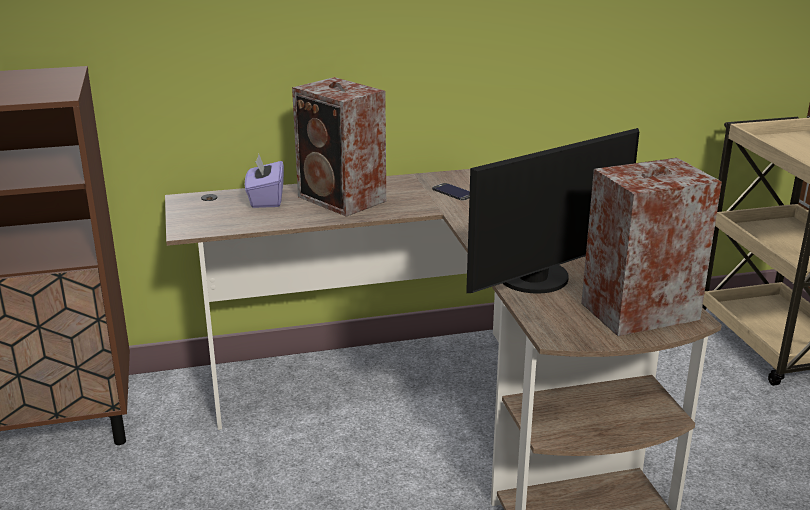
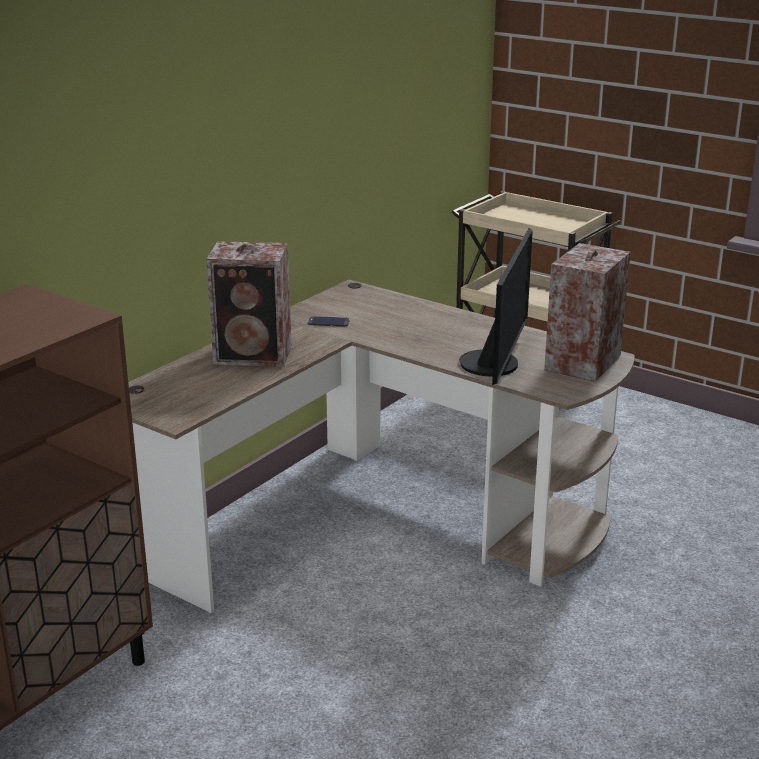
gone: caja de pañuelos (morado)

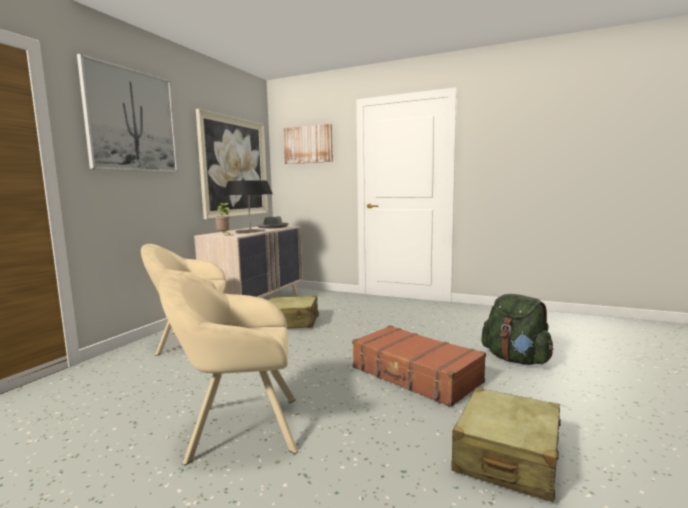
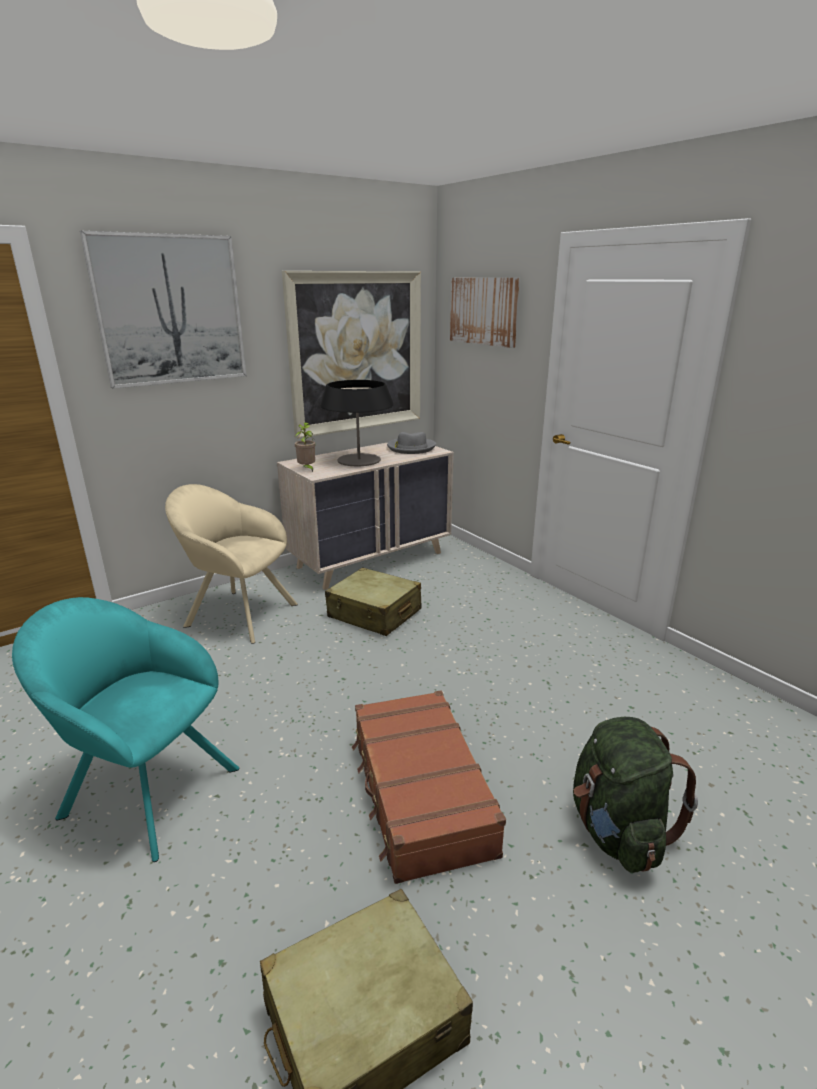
repainted: sillón (beis) (no. 2 from left) to sillón (turquesa)

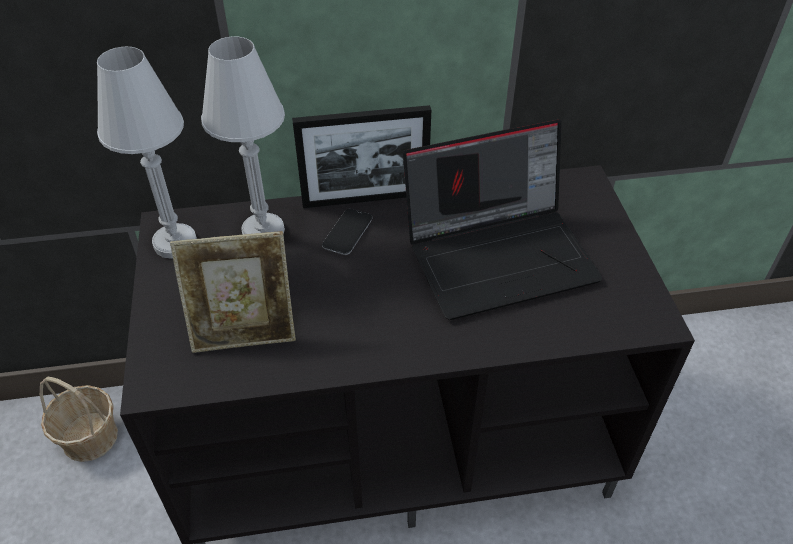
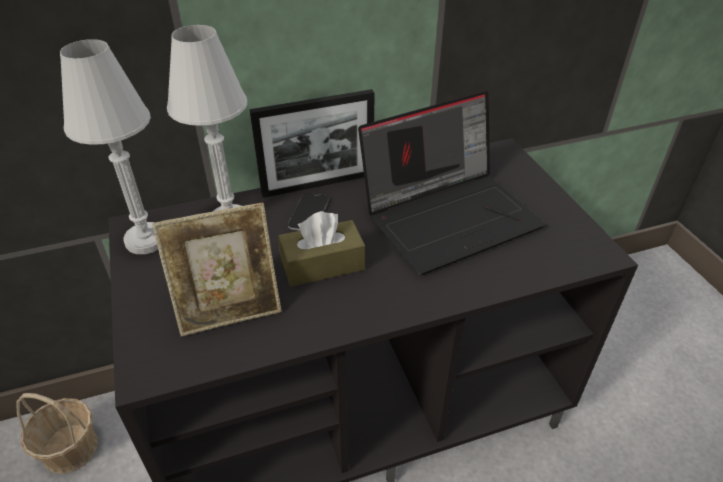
new: caja de pañuelos (marrón)

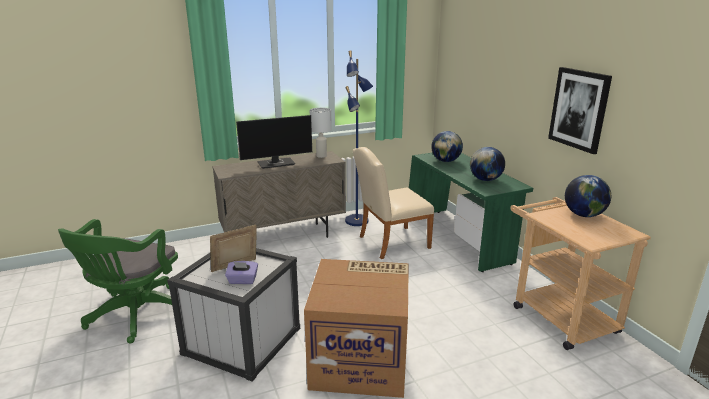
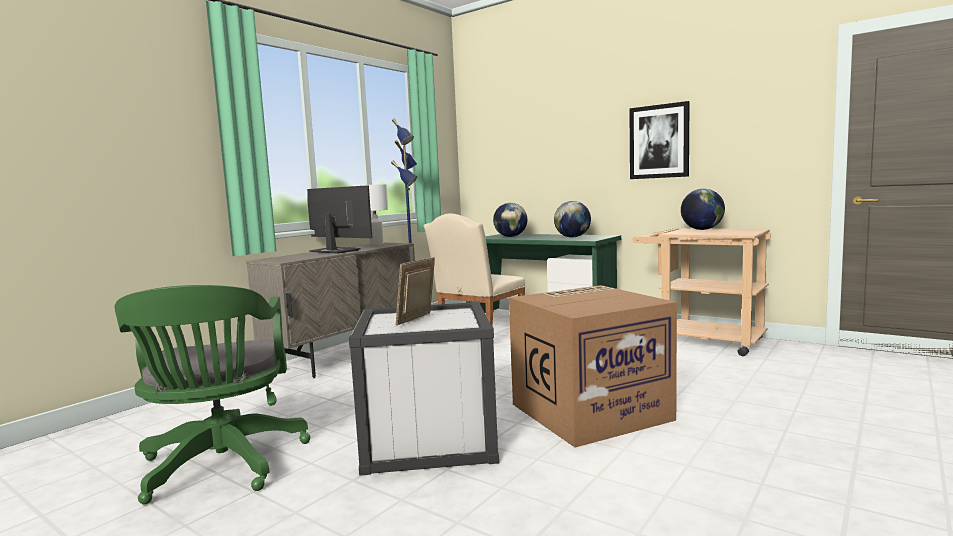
gone: caja de pañuelos (morado)
rotated: monitor 90 degrees counterclockwise

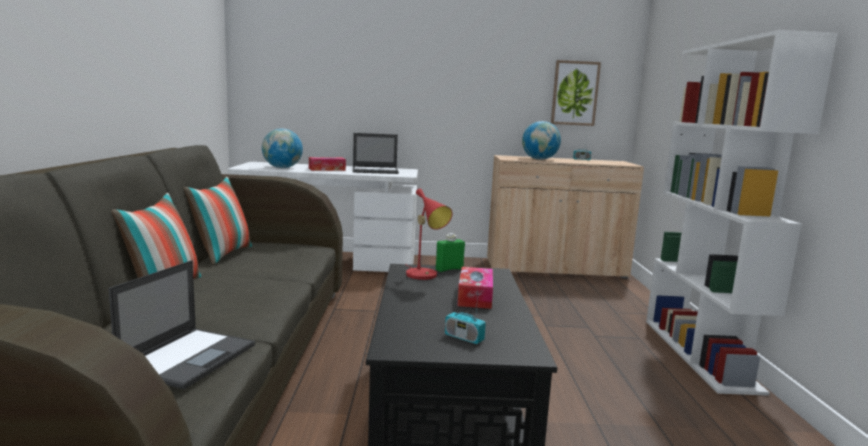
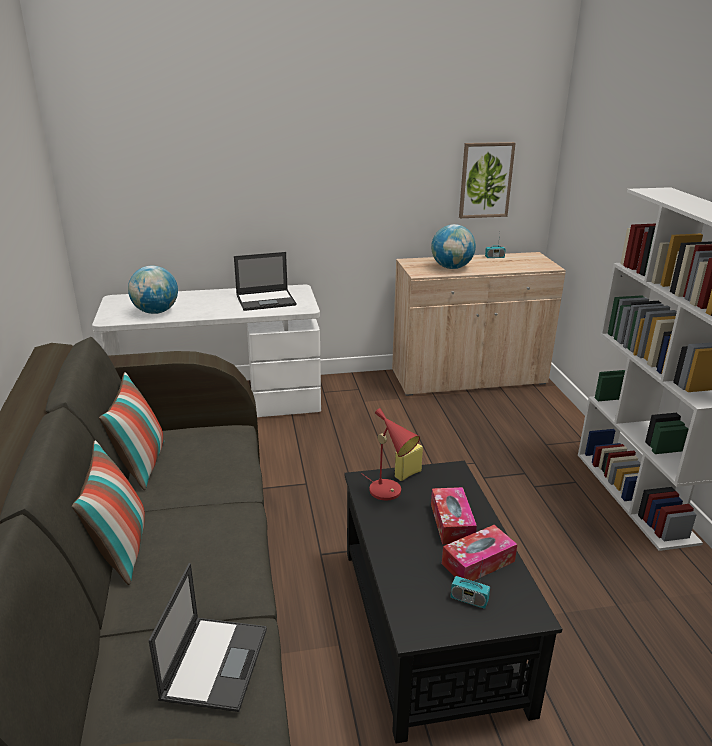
shifted: caja de pañuelos (no. 1 from left in the first image) to caja de pañuelos (no. 2 from left)
repainted: botella (verde) to botella (amarillo)

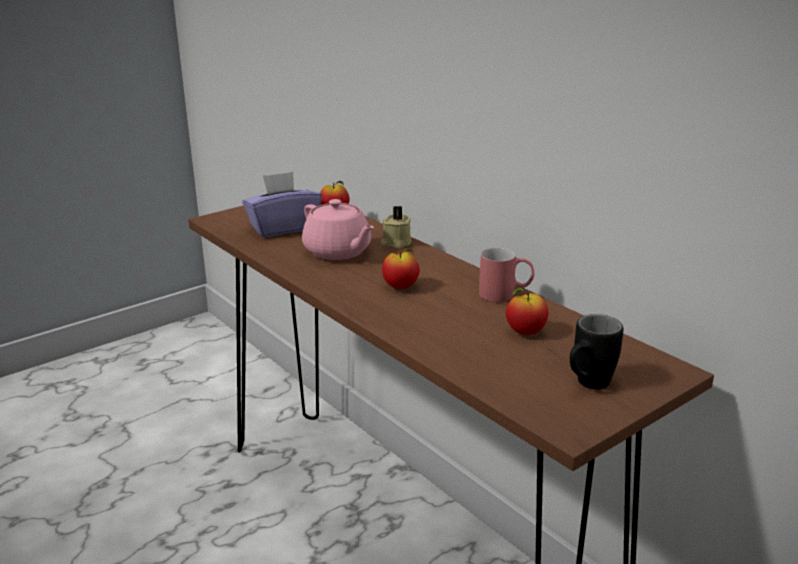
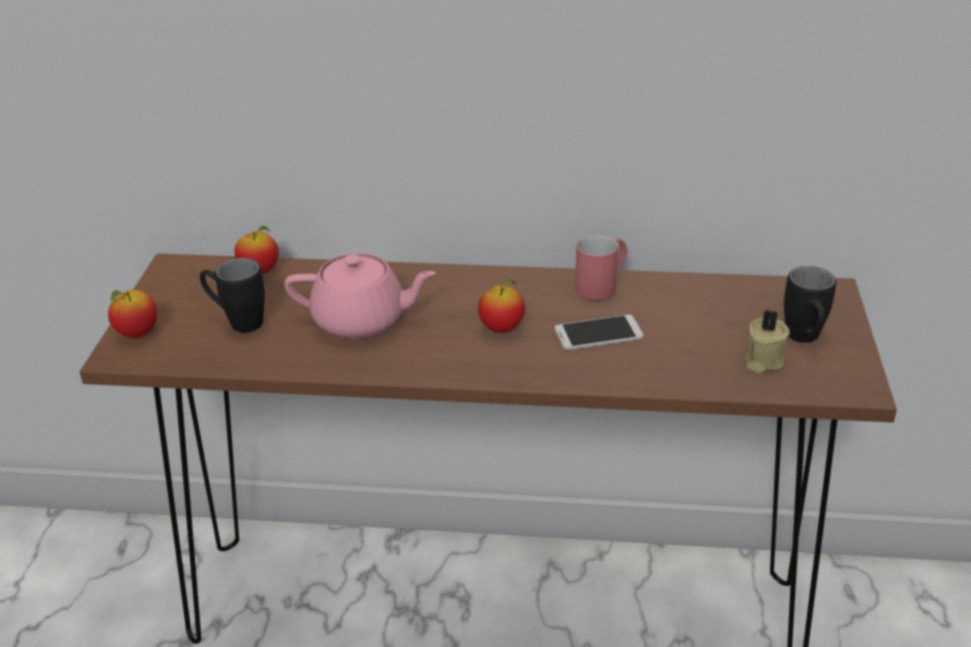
new: móvil
shifted: vela (beis); manzana (no. 3 from left in the first image) to manzana (no. 1 from left)
swapped: caja de pañuelos (morado) to taza grande (negro) (no. 1 from left)

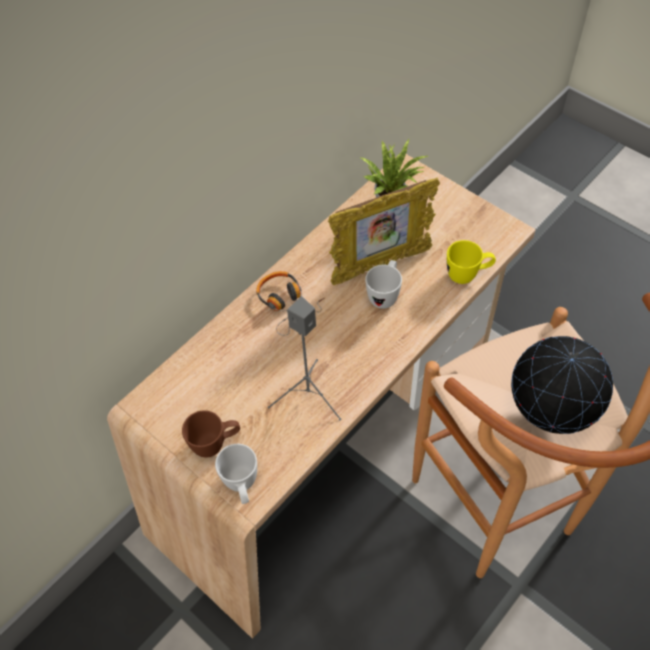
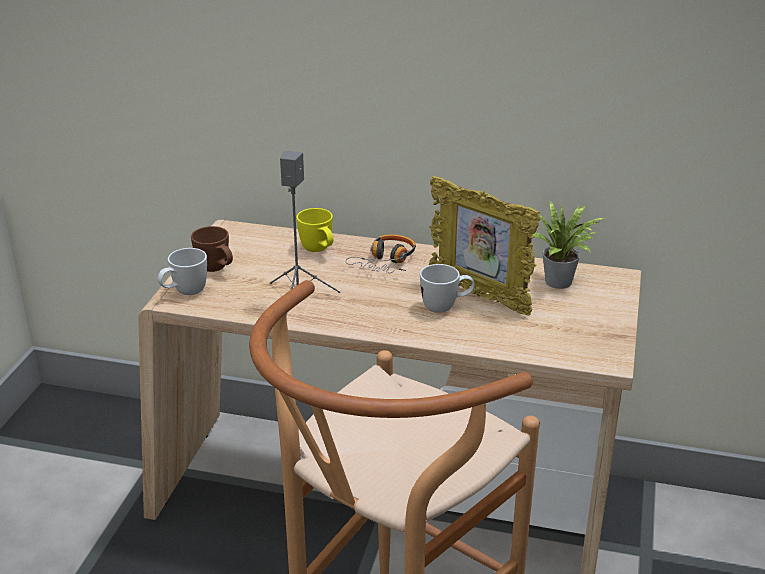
gone: globo terráqueo
shifted: taza grande (amarillo)

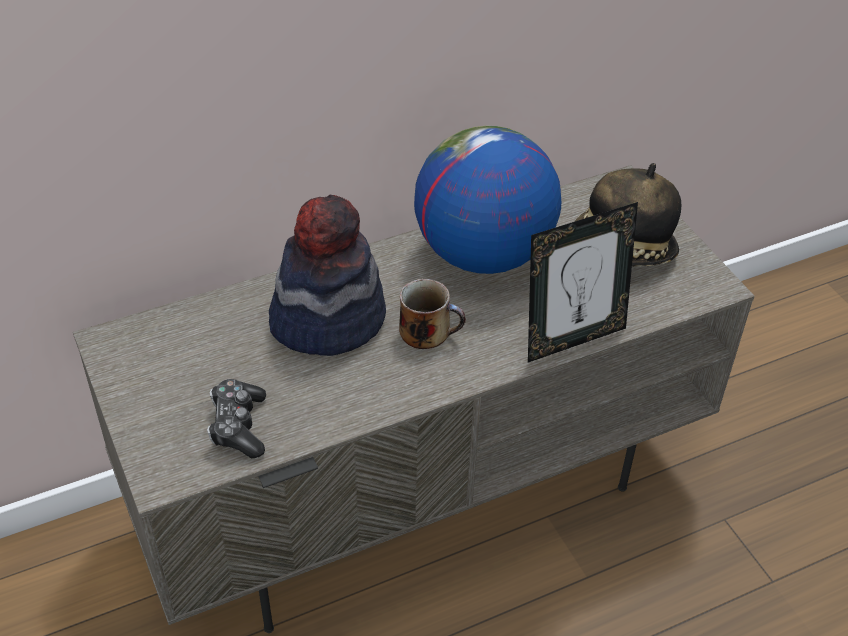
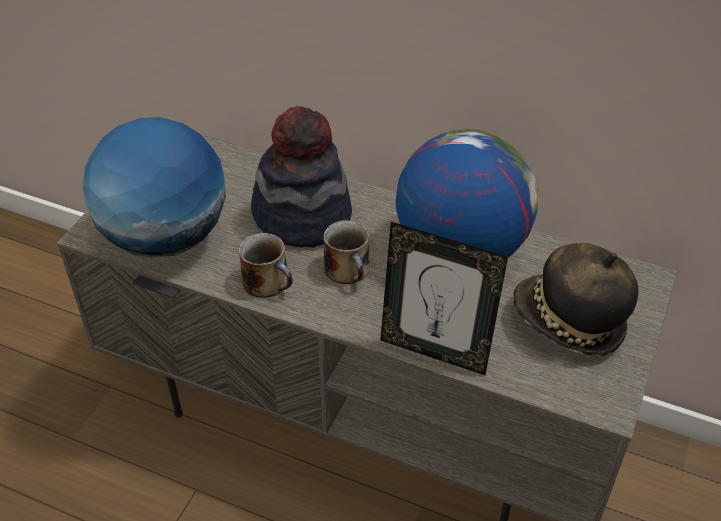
new: taza grande (no. 1 from left)
swapped: mando de consola to globo terráqueo (no. 1 from left)

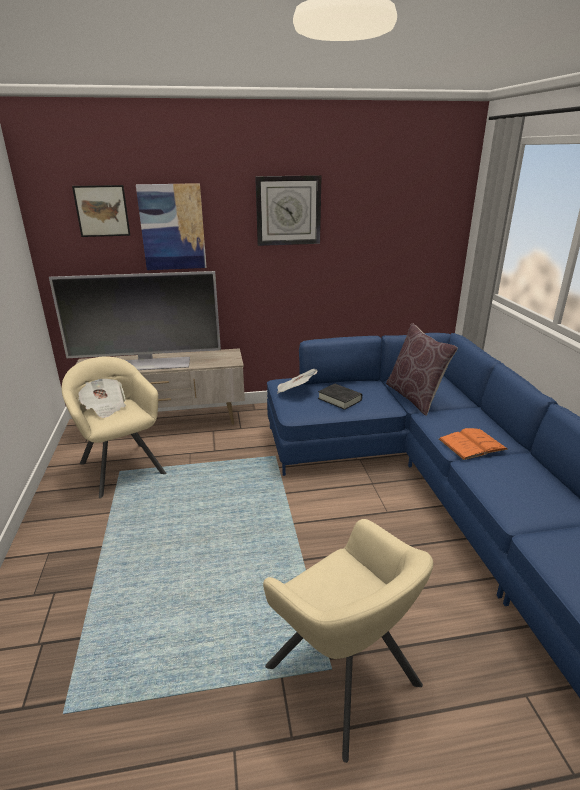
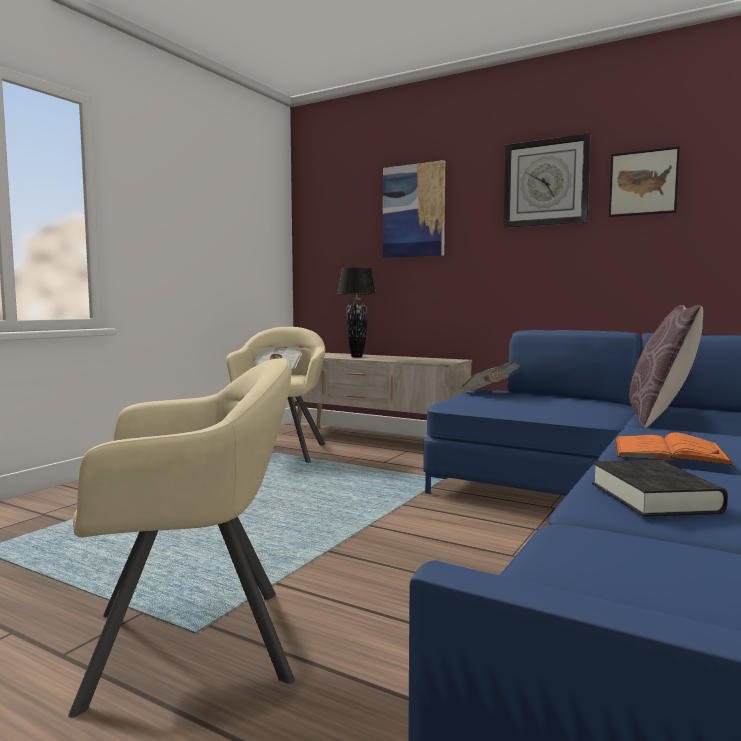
shifted: cuadro (no. 1 from left in the first image) to cuadro (no. 2 from left); libro (negro)
swapped: televisor to lámpara de mesa (negro)
rotated: sillón (beis) (no. 2 from left in the first image) 105 degrees counterclockwise

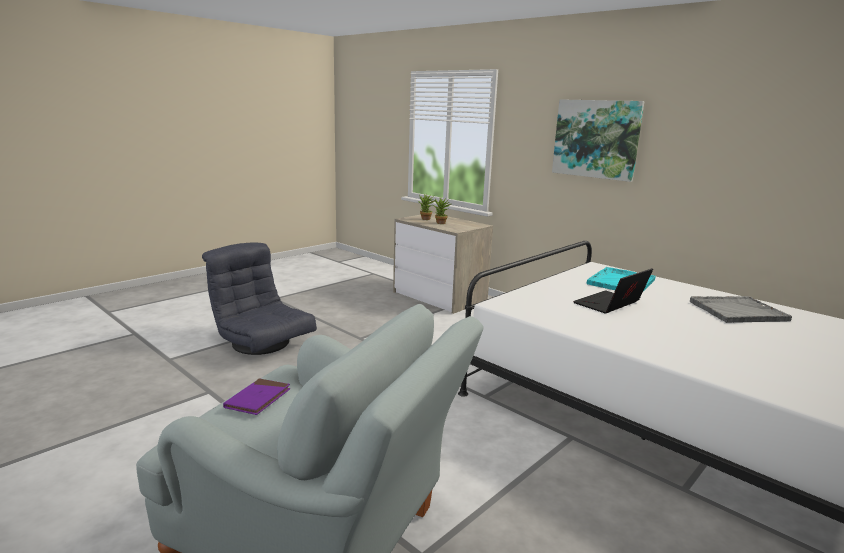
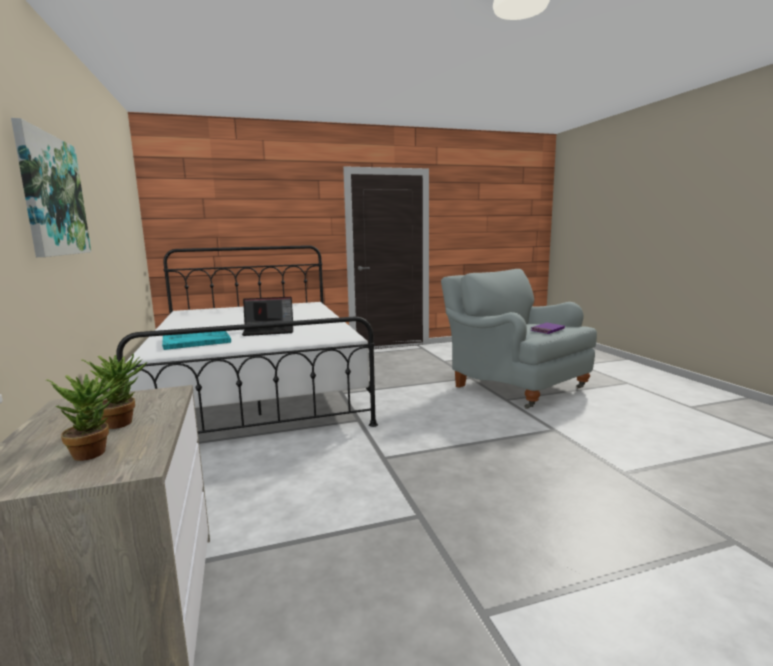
gone: sillón (gris) (no. 1 from left); bandeja (gris)

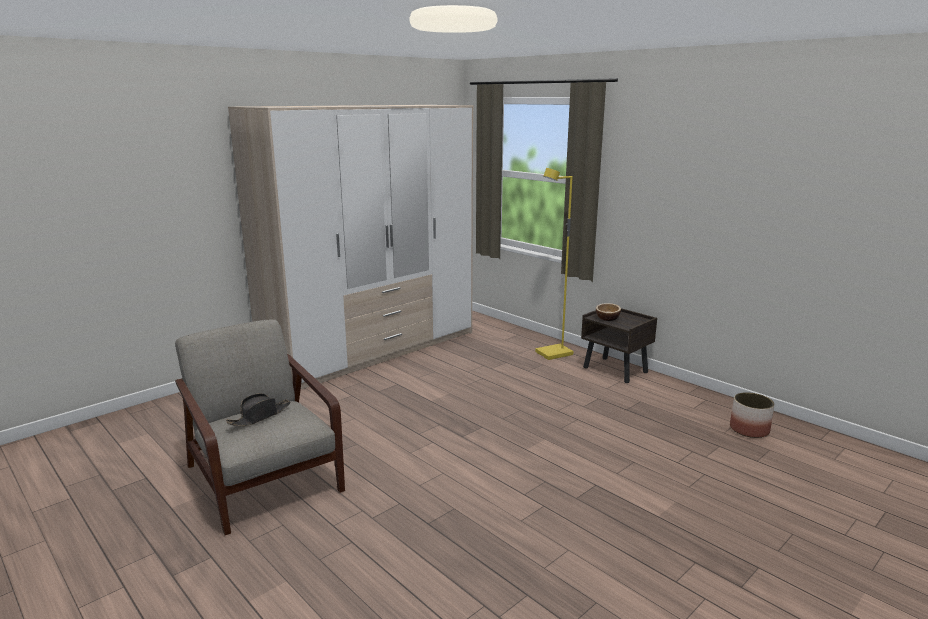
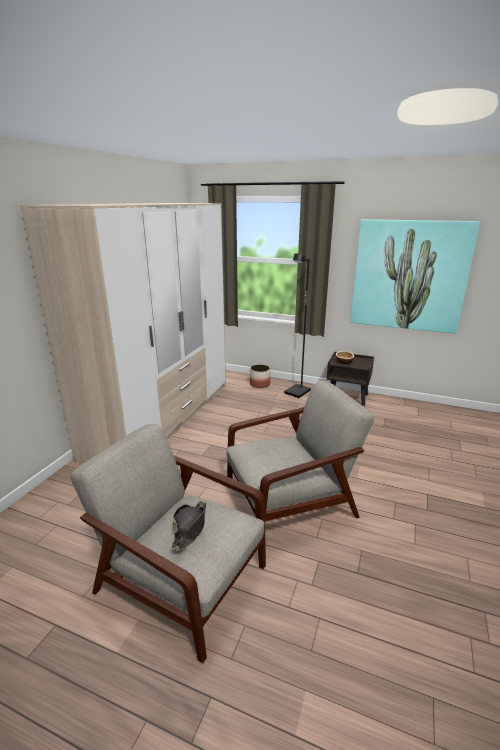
new: sillón (gris) (no. 2 from left); cuadro
shifted: maceta
repainted: lámpara de pie (amarillo) to lámpara de pie (negro)

